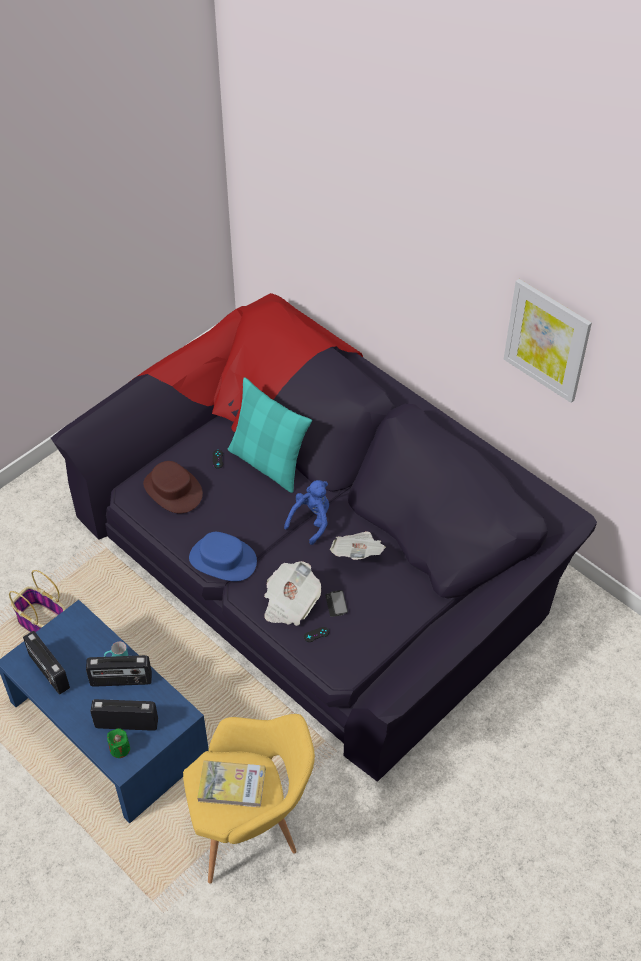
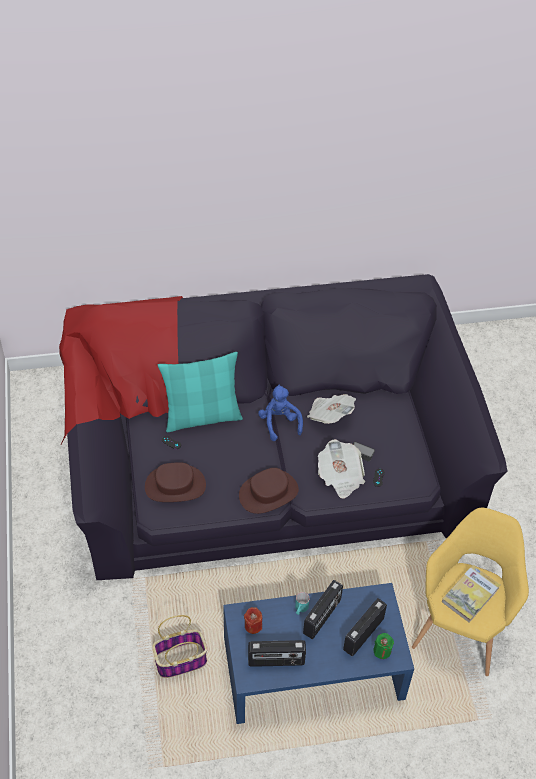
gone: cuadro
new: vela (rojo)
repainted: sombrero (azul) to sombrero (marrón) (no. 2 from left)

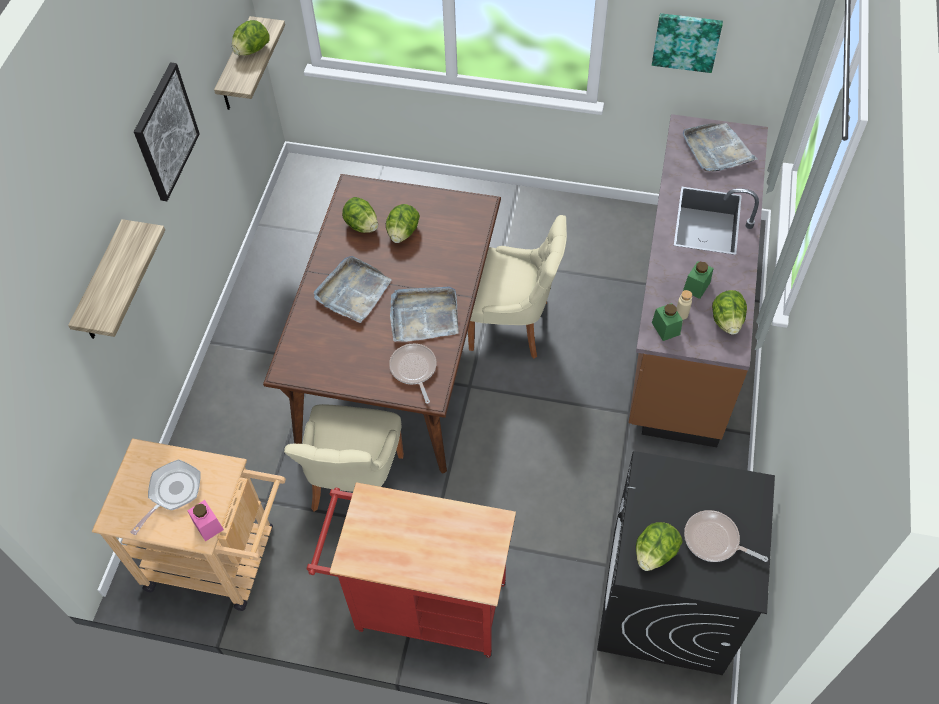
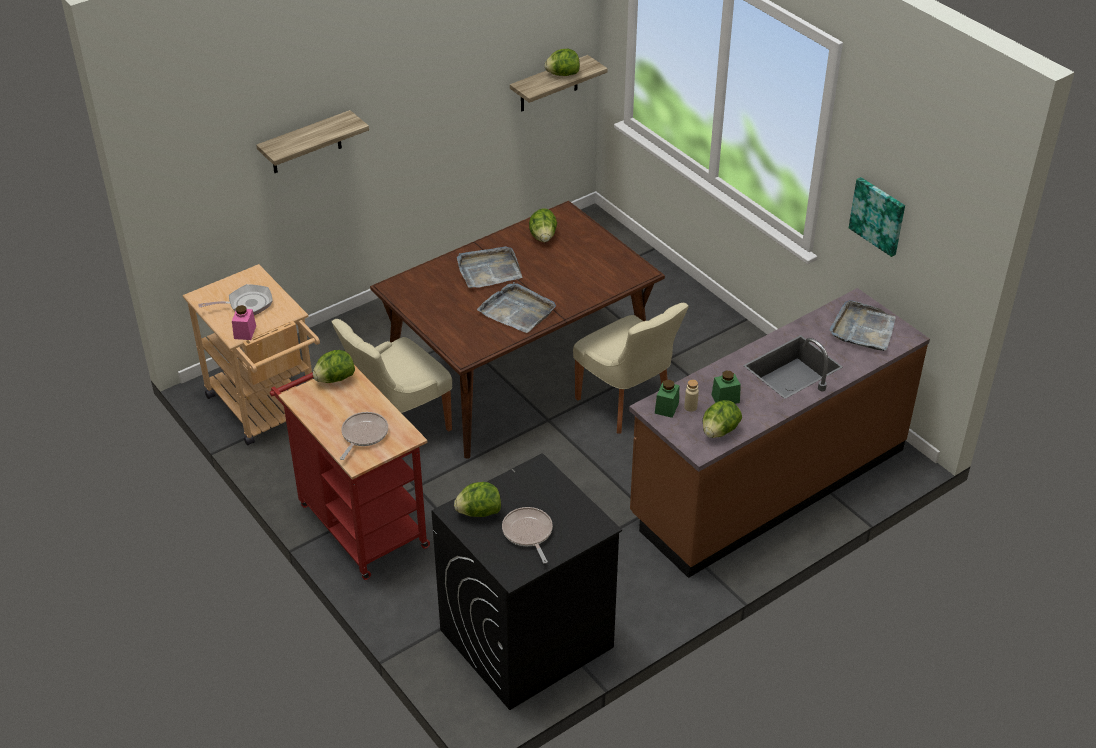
gone: cuadro (no. 1 from left)
shifted: lechuga (no. 3 from left in the first image) to lechuga (no. 1 from left); sartén (no. 2 from left)

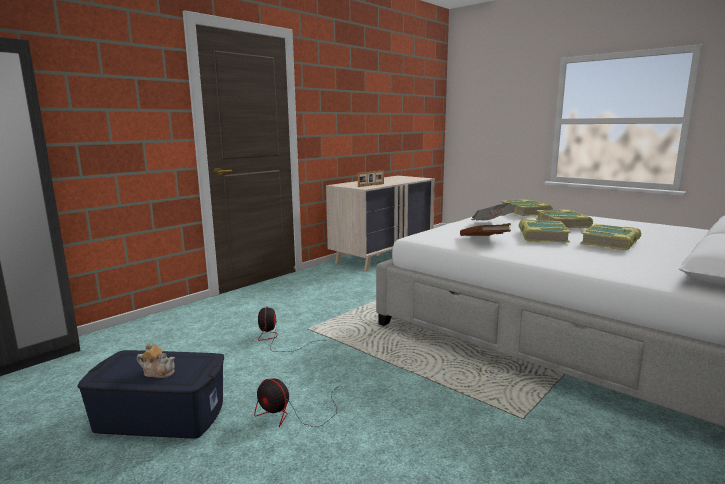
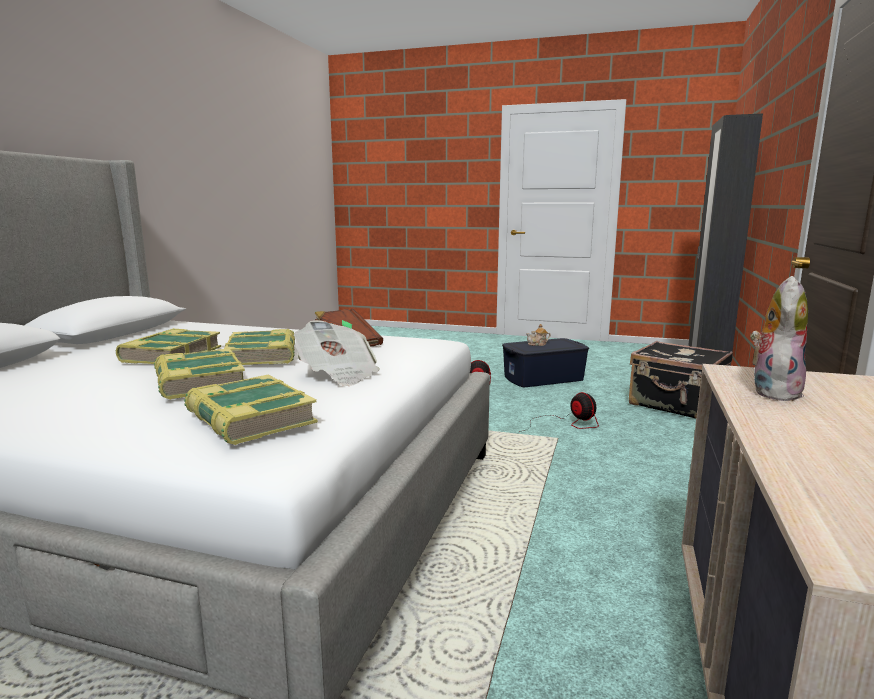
new: maleta (negro)
swapped: portarretratos to peluche

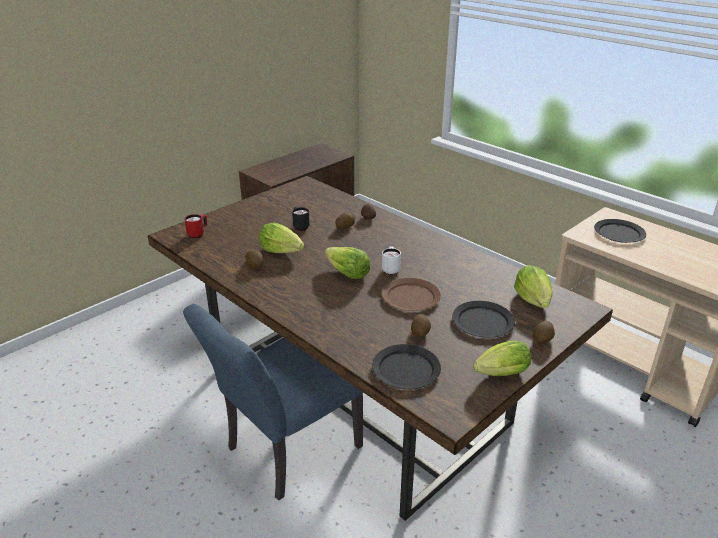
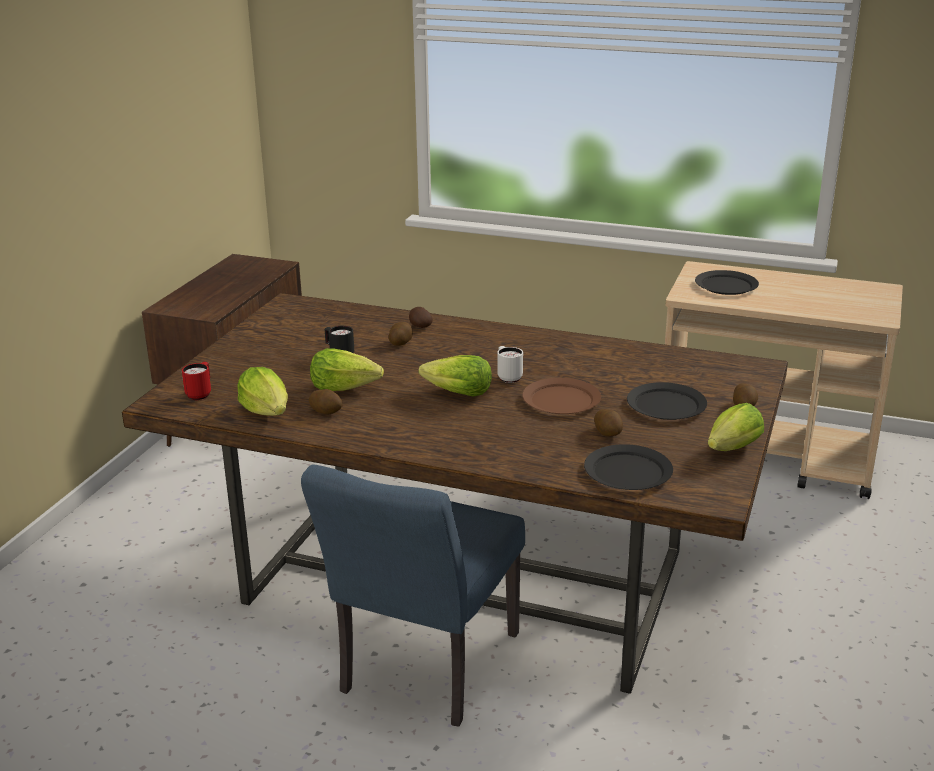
shifted: lechuga (no. 4 from left in the first image) to lechuga (no. 1 from left)

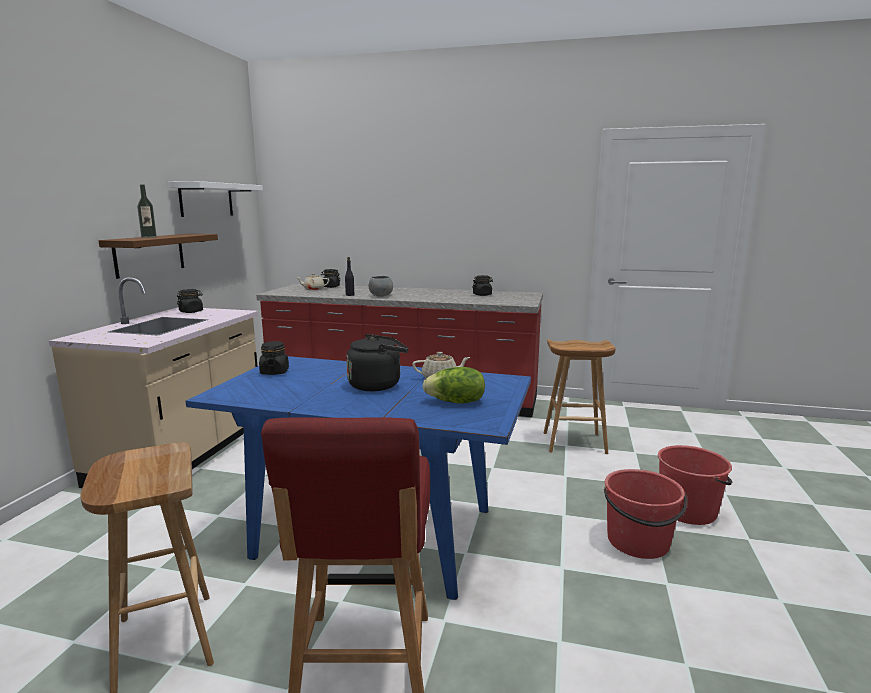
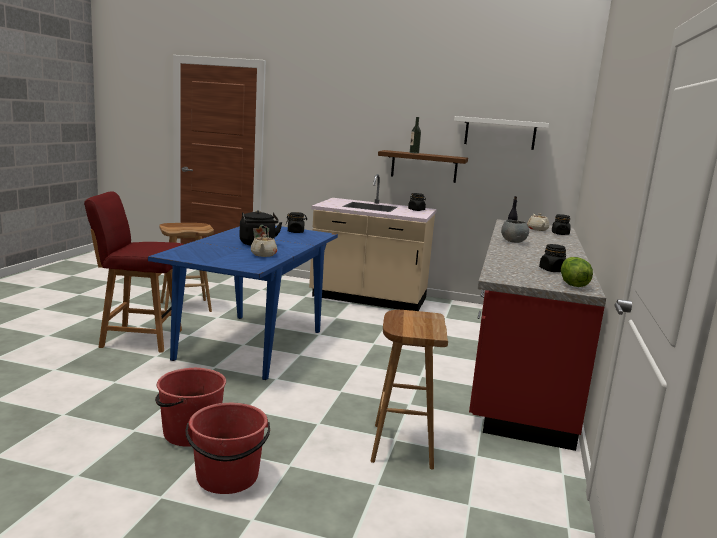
shifted: lechuga

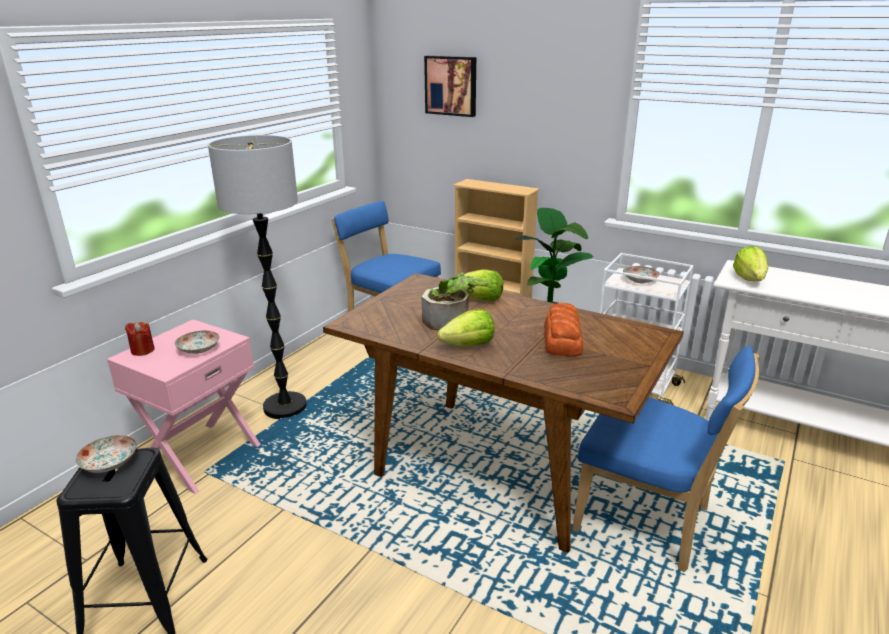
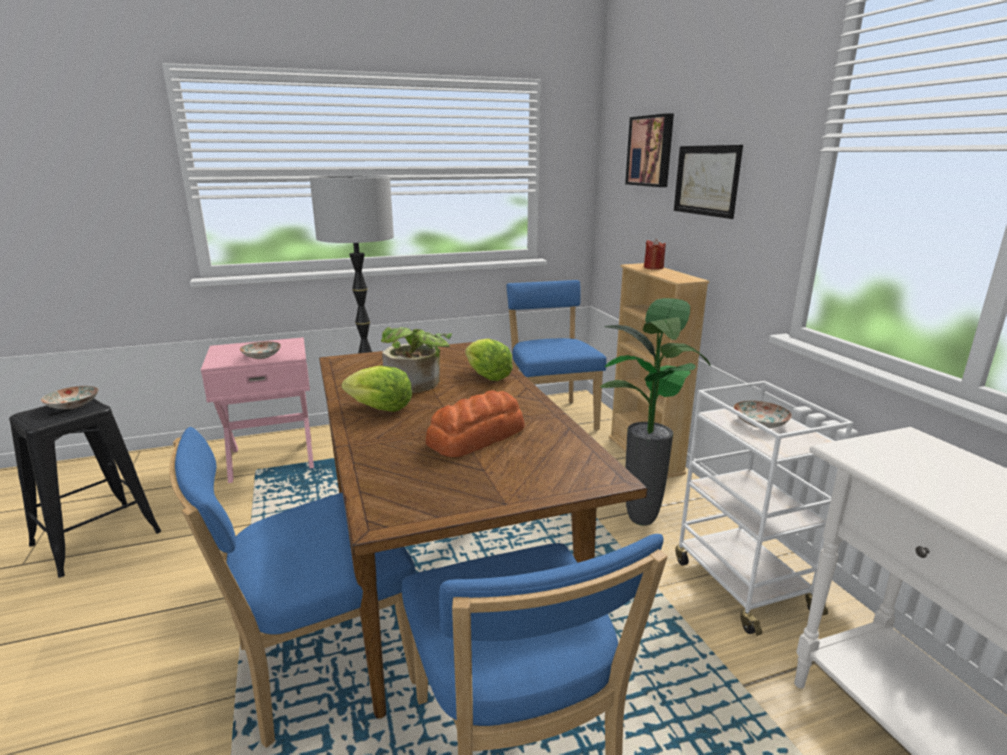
gone: lechuga (no. 3 from left)
new: silla (azul) (no. 1 from left); cuadro (no. 2 from left)
shifted: vela (rojo)

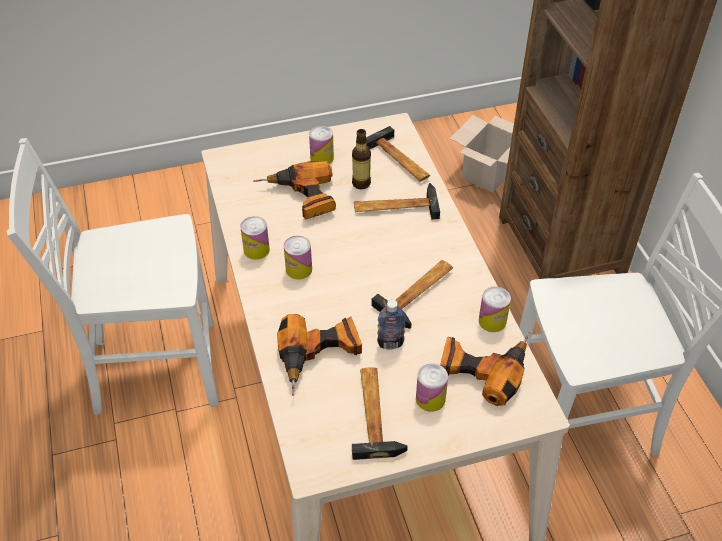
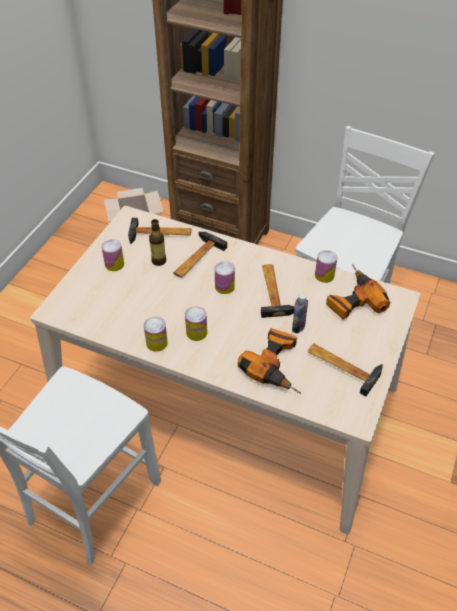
gone: taladro (no. 1 from left)
shifted: lata (no. 4 from left)

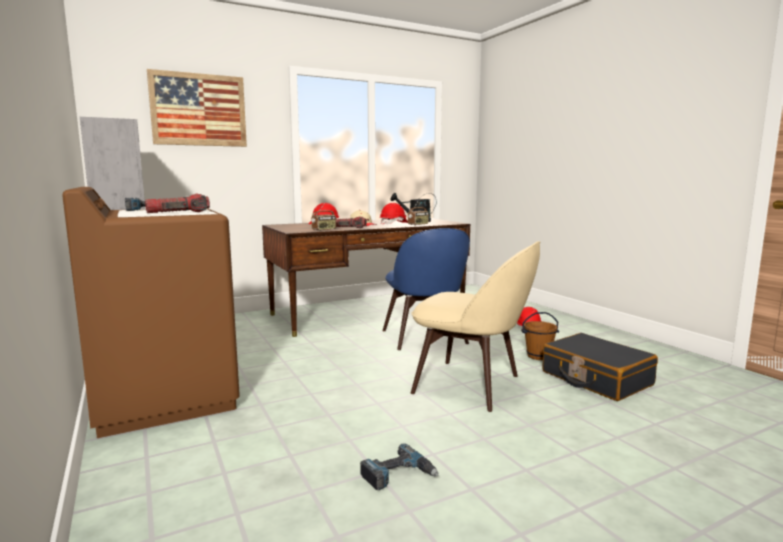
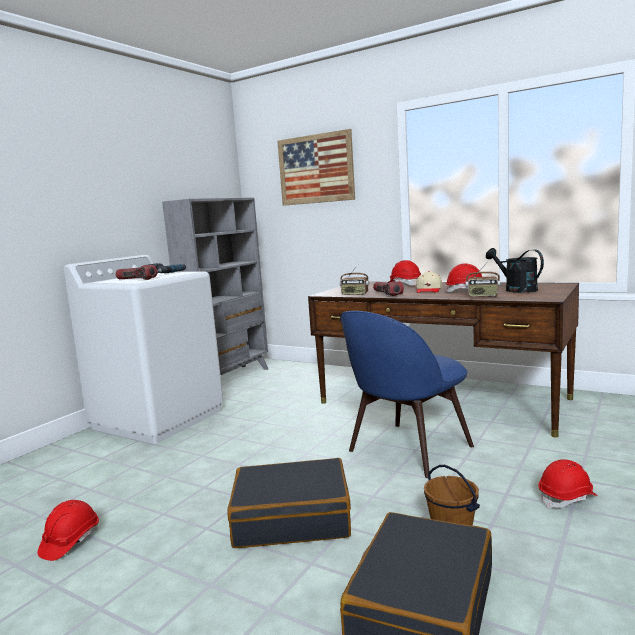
swapped: taladro (no. 2 from left) to casco (rojo) (no. 1 from left); silla (beis) to maleta (negro) (no. 1 from left)
repainted: lavadora (marrón) to lavadora (blanco)

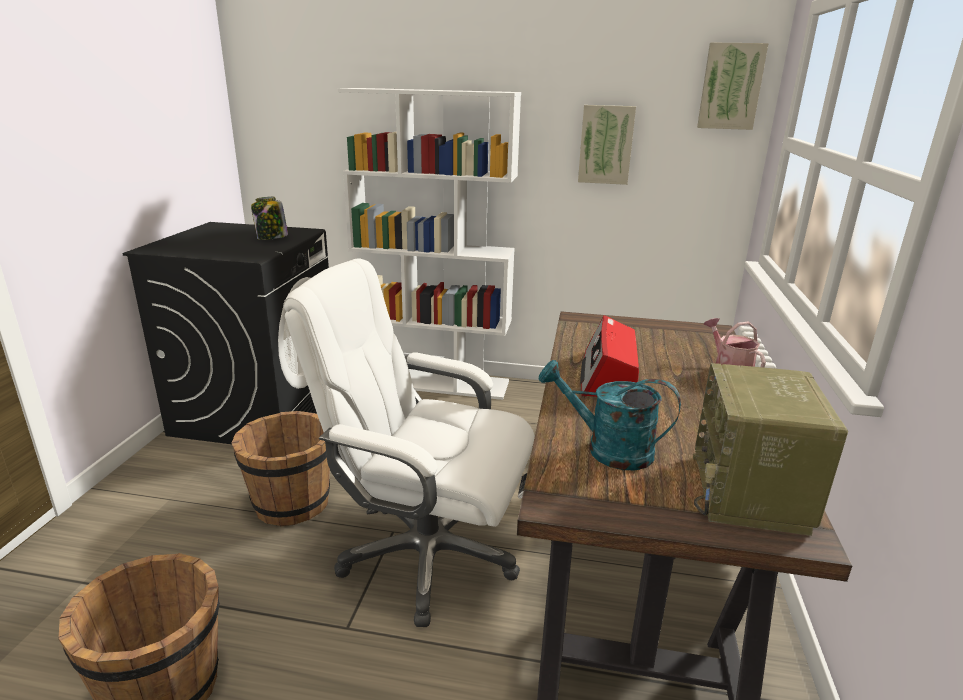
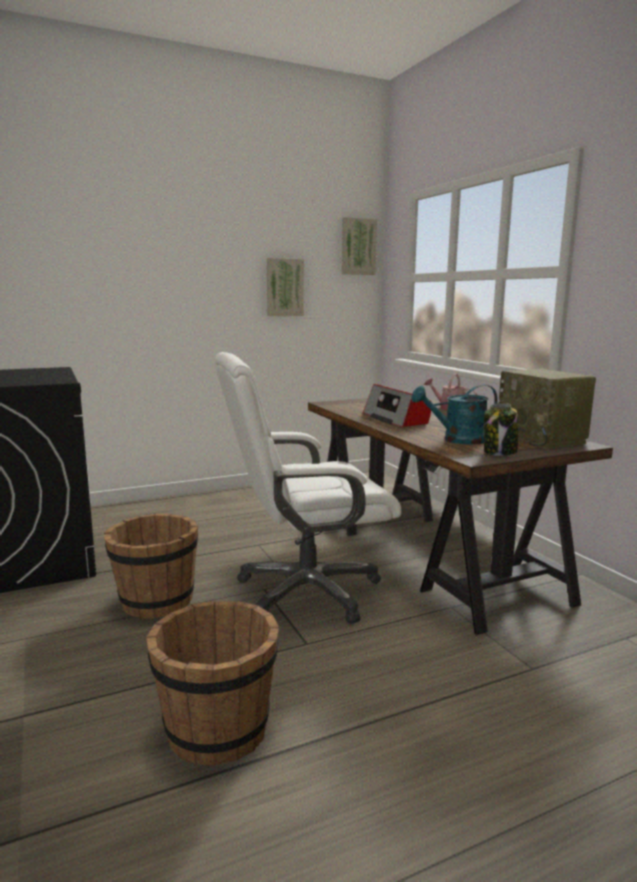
gone: estantería (blanco)
shifted: tarro

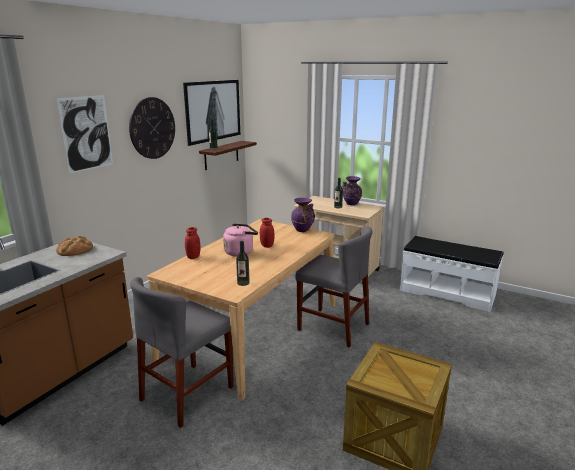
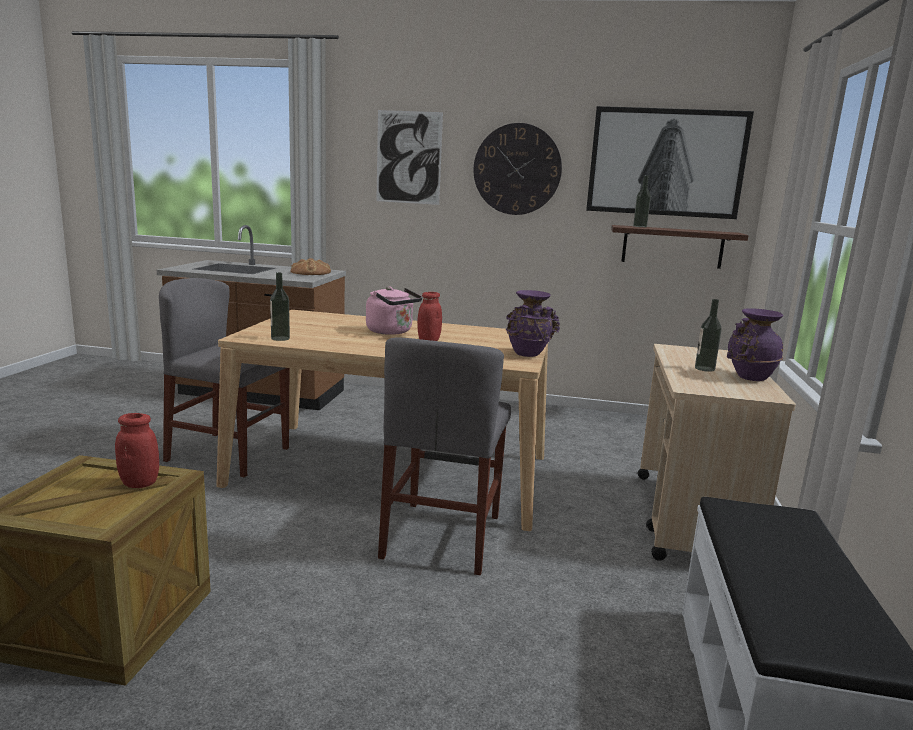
shifted: tarro (rojo) (no. 1 from left)

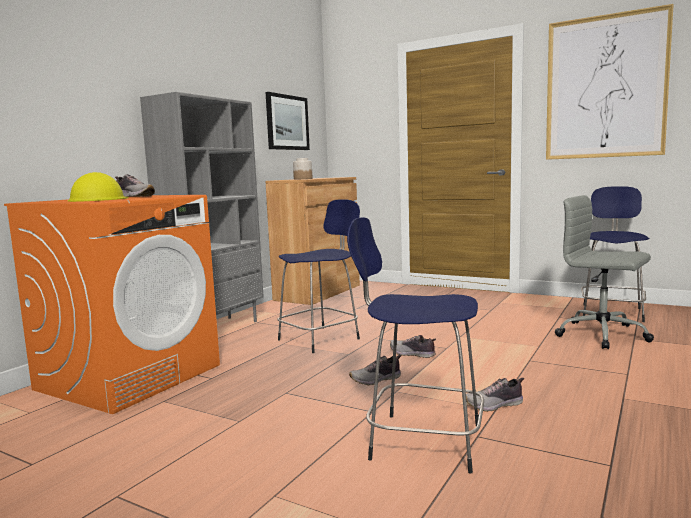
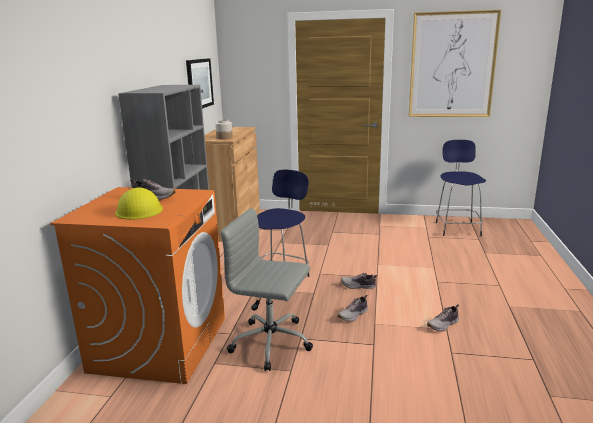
gone: taburete (azul) (no. 2 from left)
shifted: silla de oficina (gris)

